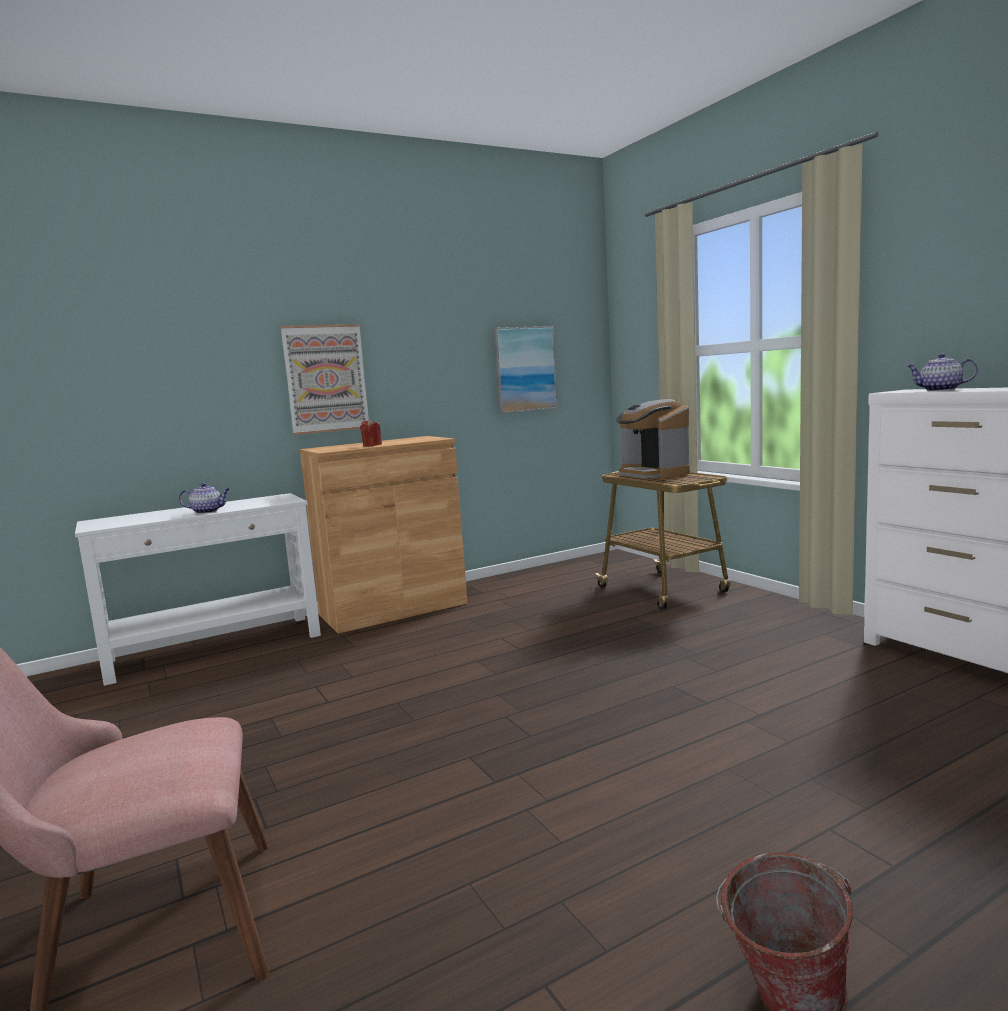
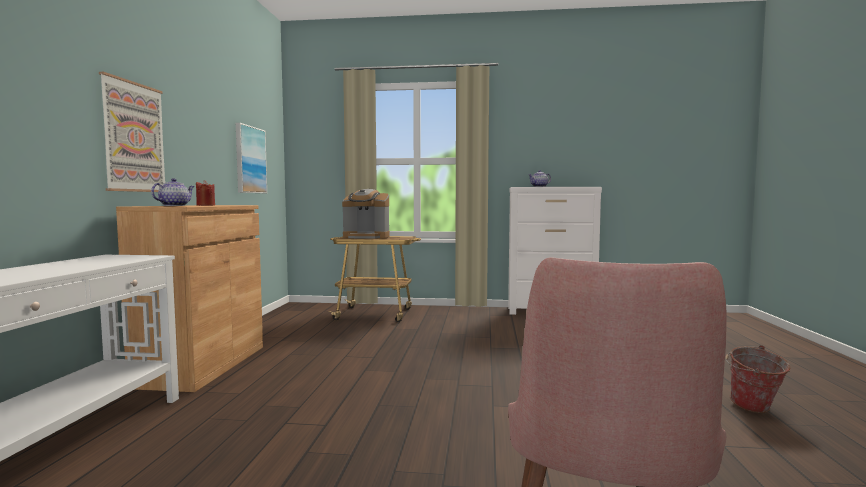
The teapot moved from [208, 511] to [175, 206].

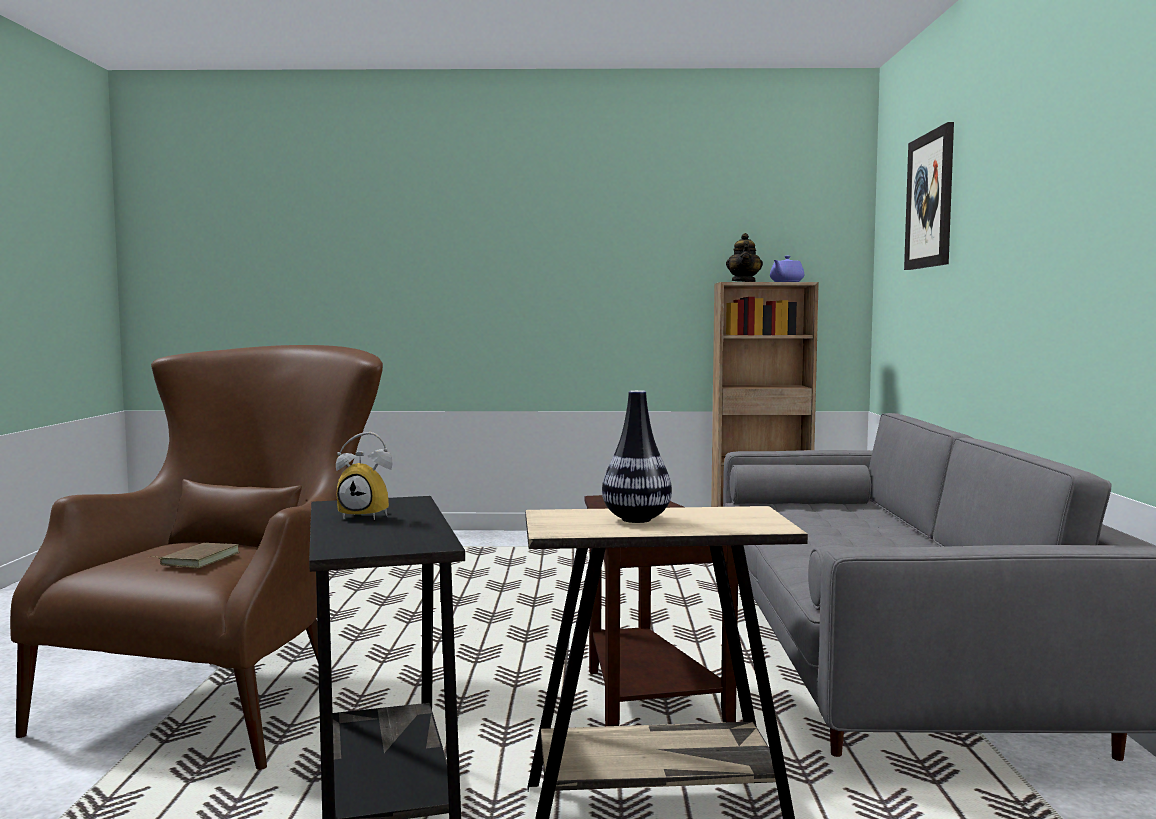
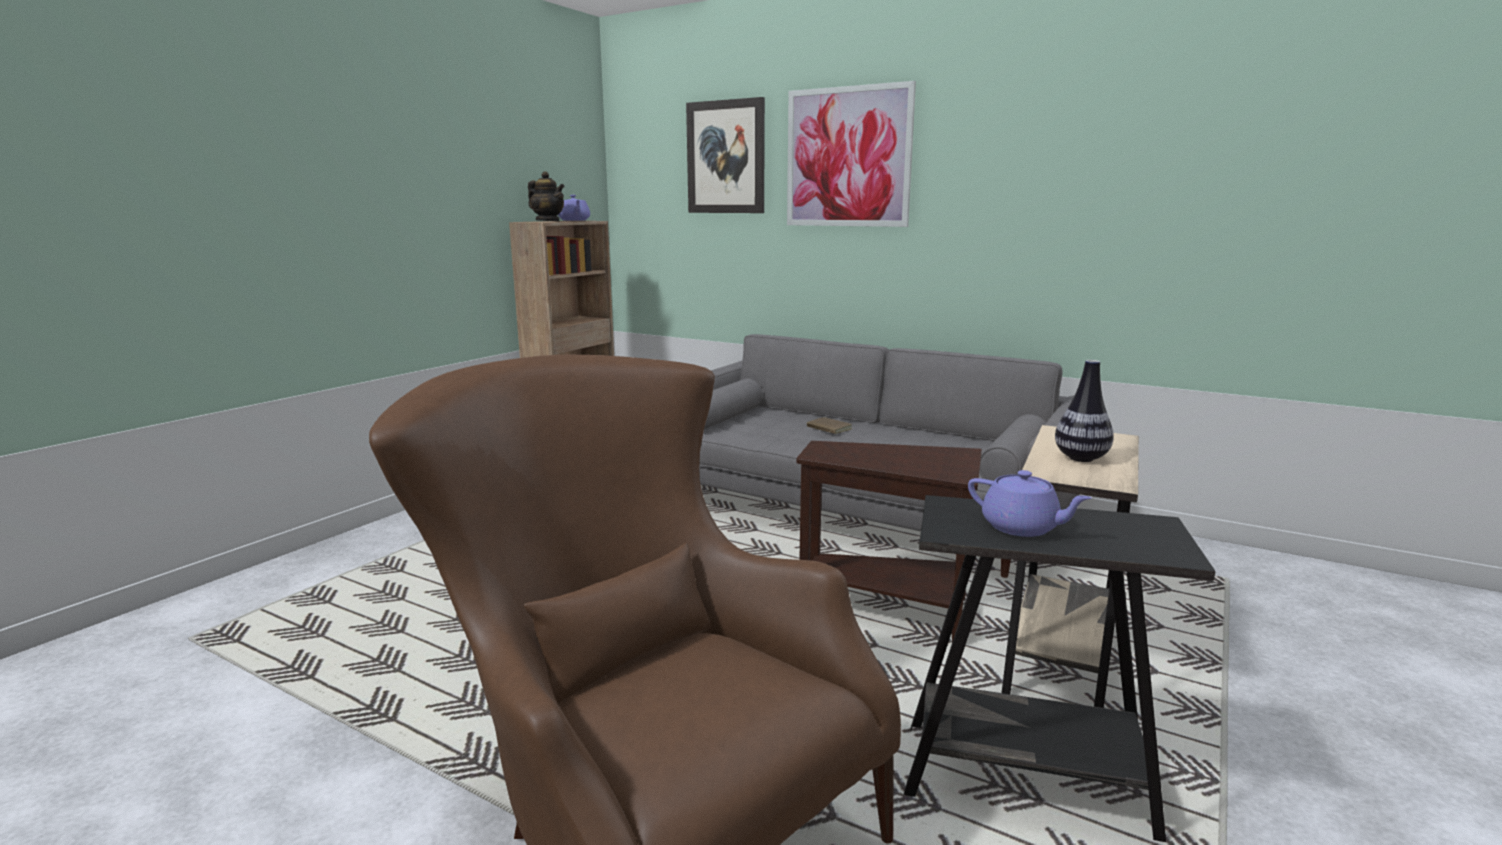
The picture at [848, 157] appeared. The brown_book moved from [198, 559] to [828, 428]. The alarm_clock at [368, 515] was replaced by the purple_teapot at [1022, 527].

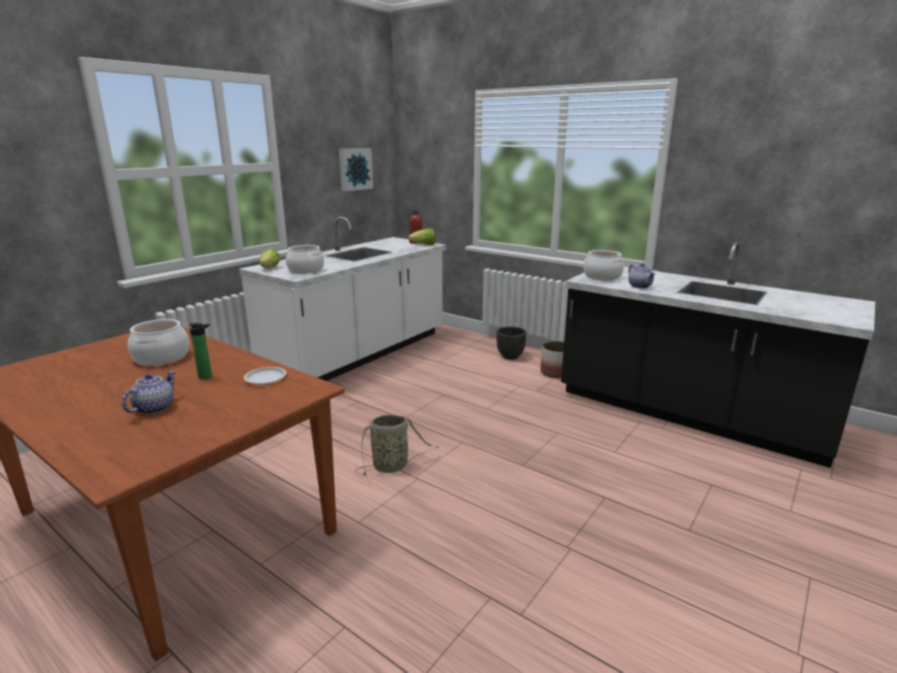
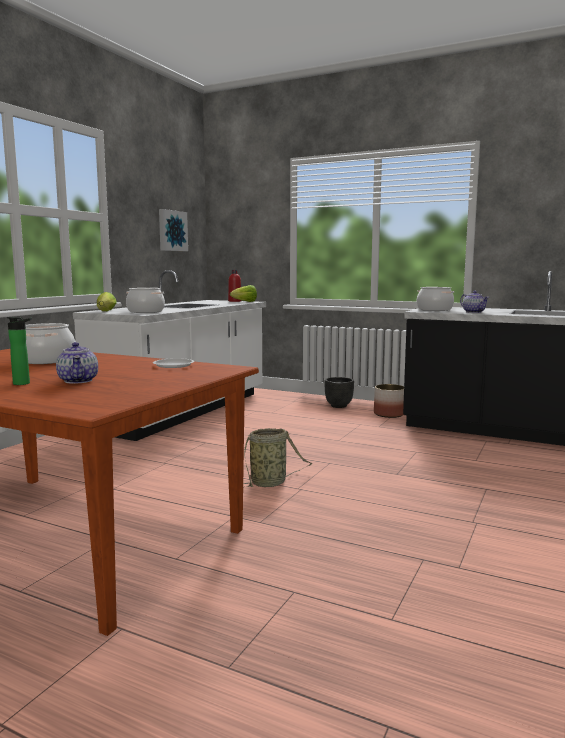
The bottle moved from [207, 376] to [24, 383]. The teapot at [154, 408] turned 150 degrees clockwise.

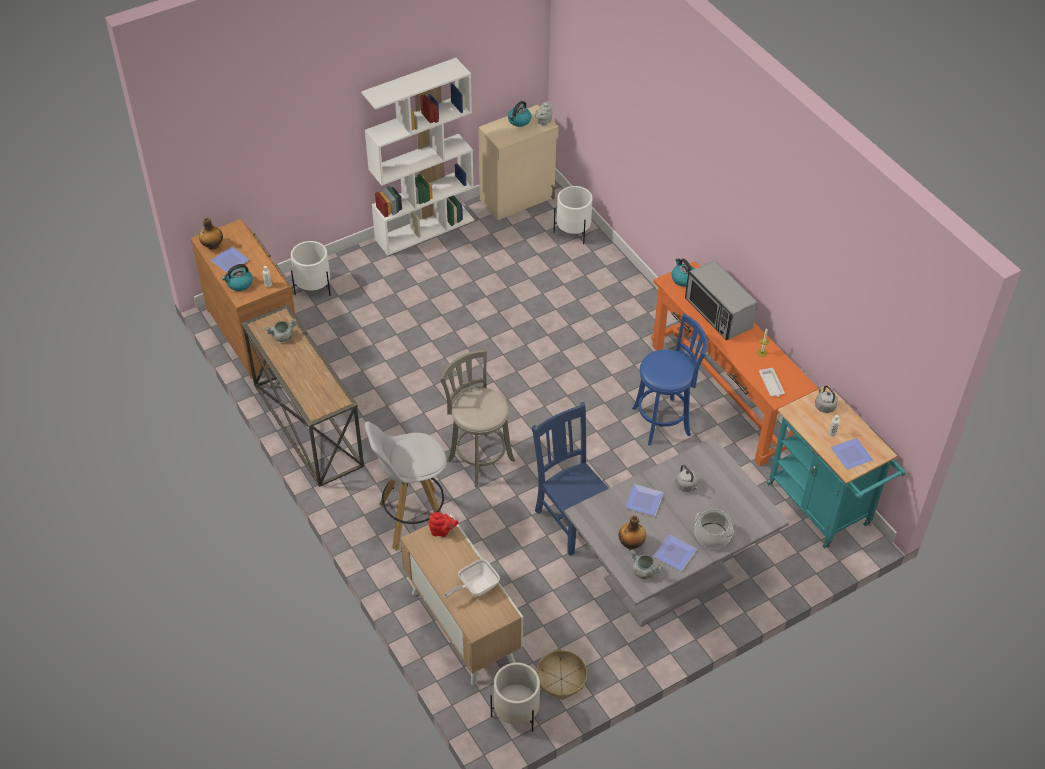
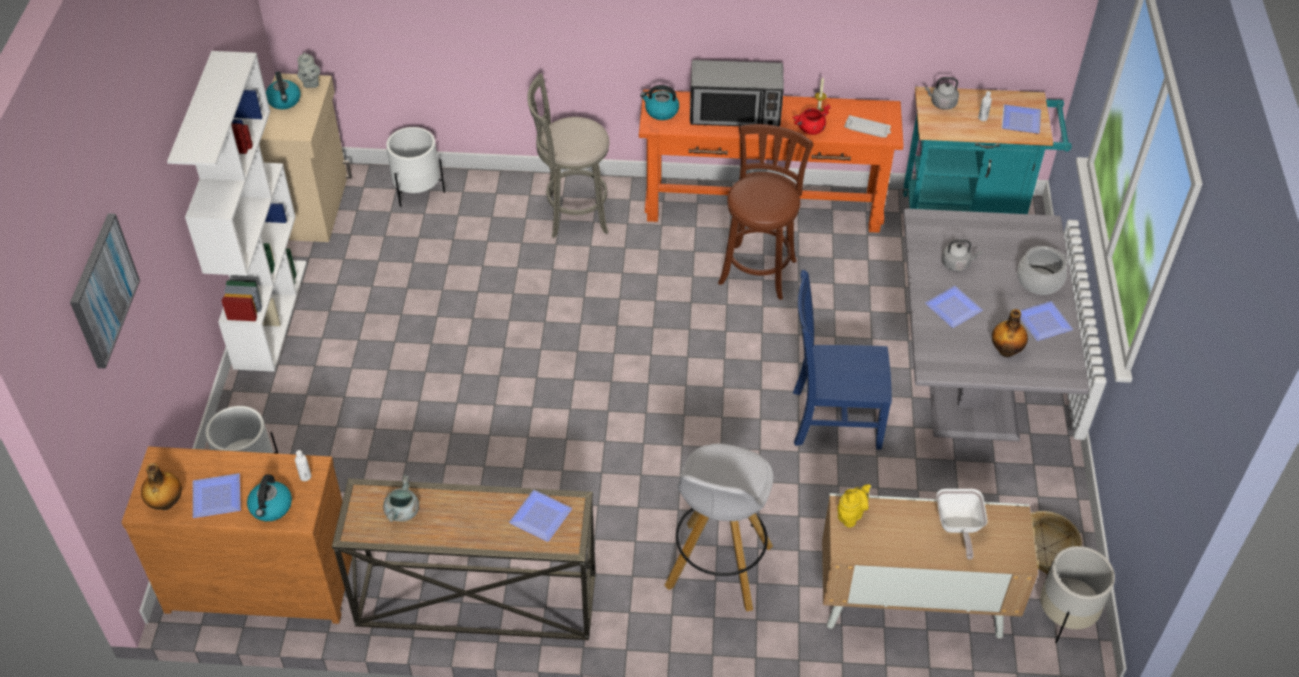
The picture at [102, 290] appeared. The plate at [543, 516] appeared. The grey_stool moved from [479, 458] to [573, 214]. The blue_stool at [664, 421] became the brown_stool at [759, 269]. The red_cooking_pot at [810, 129] appeared. The red_teapot at [442, 531] became the yellow_teapot at [851, 515]. The grey_cooking_pot at [643, 571] disappeared.

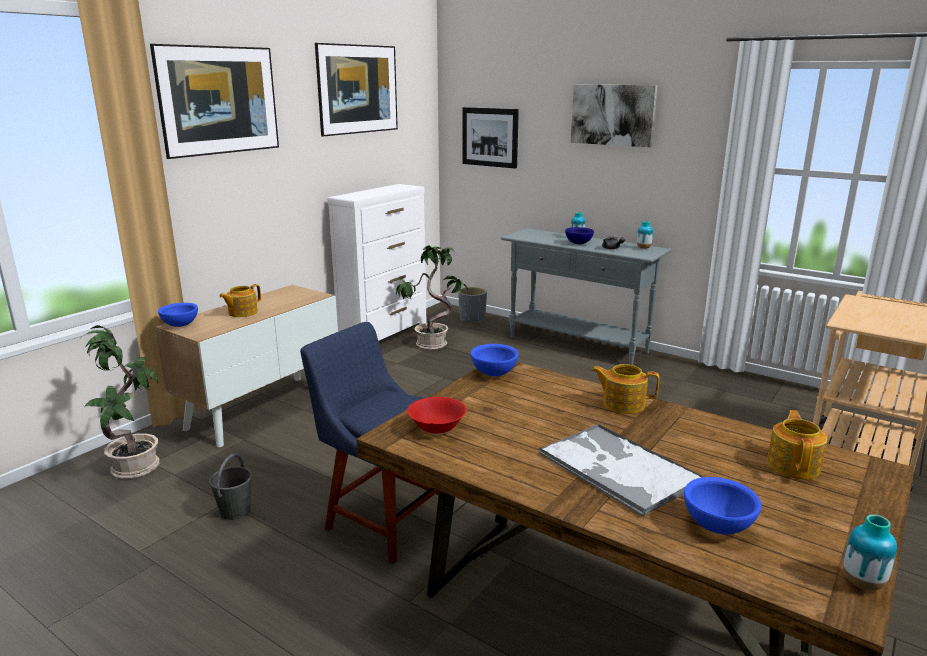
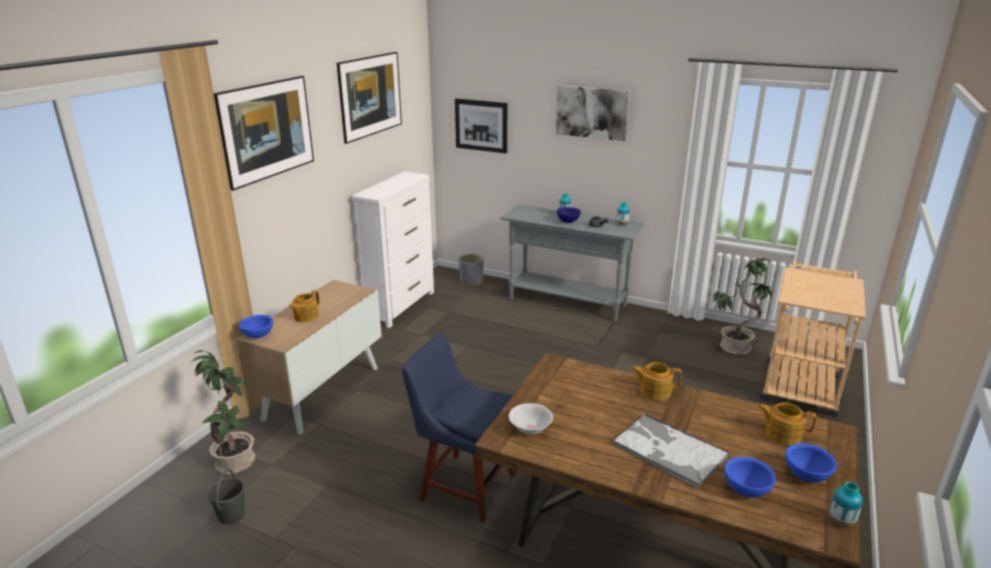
The grey_bucket moved from [235, 511] to [232, 515]. The red_bowl at [436, 429] became the white_bowl at [530, 429]. The potted_plant moved from [432, 343] to [735, 346]. The teapot at [794, 465] turned 75 degrees counterclockwise. The blue_bowl moved from [494, 373] to [807, 476].

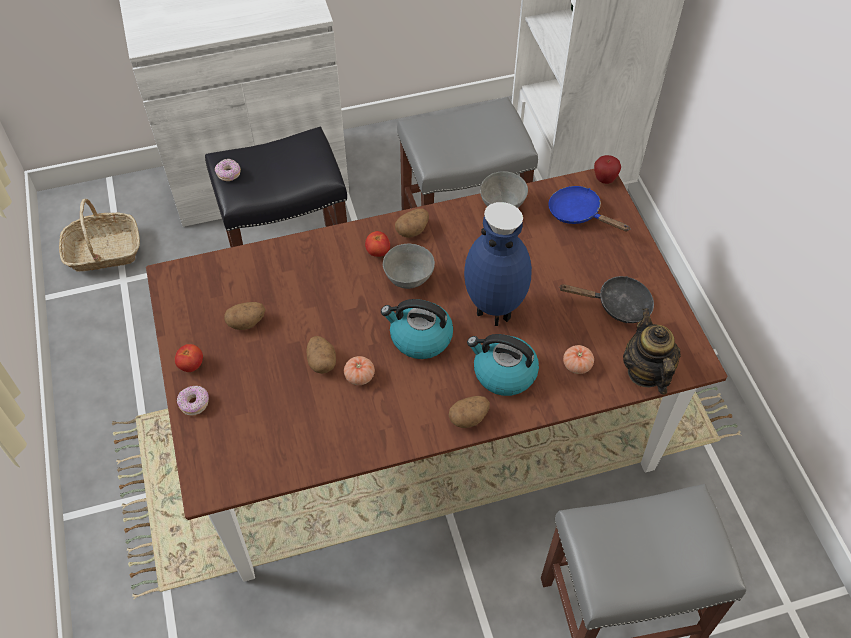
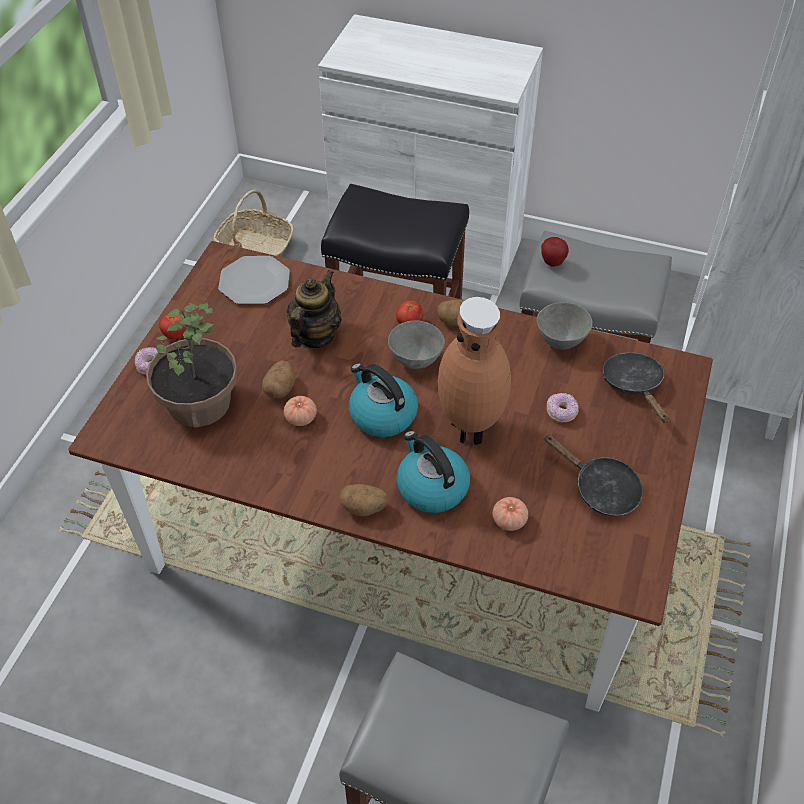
The potted_plant at [198, 403] appeared. The plate at [254, 282] appeared. The teapot moved from [646, 372] to [315, 335]. The blue_vase at [494, 311] became the brown_vase at [472, 429]. The apple moved from [604, 179] to [552, 262]. The donut moved from [229, 174] to [561, 412]. The blue_frying_pan at [578, 214] became the black_frying_pan at [634, 385]. The potato at [247, 322] disappeared.

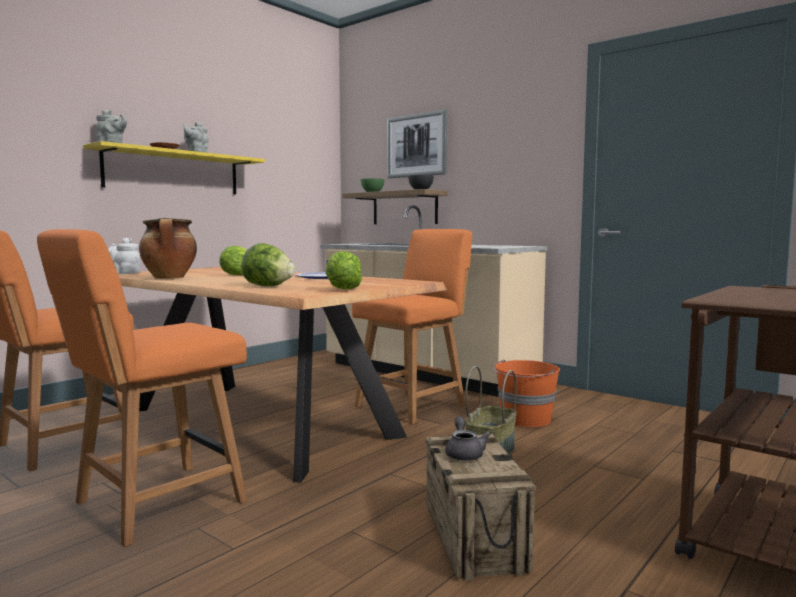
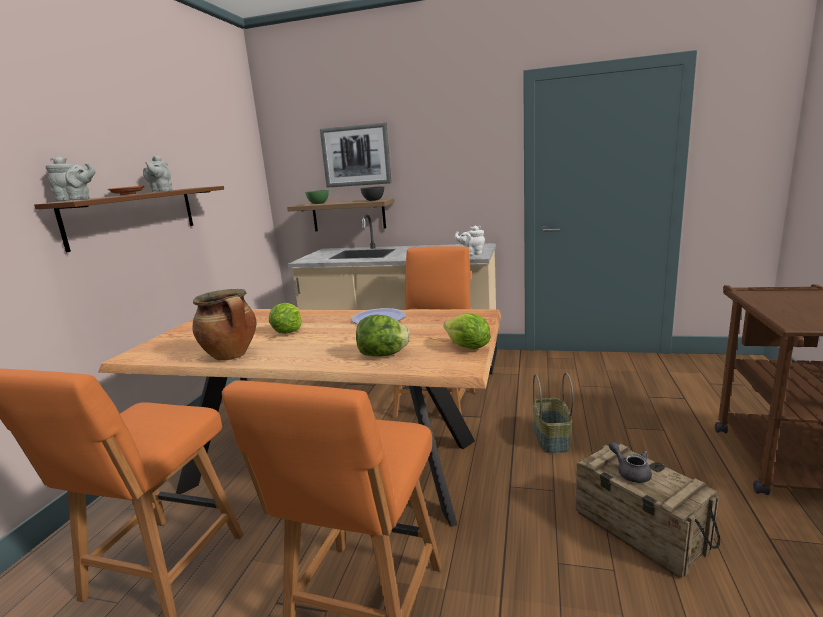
The yellow_shelf at [173, 172] became the brown_shelf at [134, 216]. The white_teapot moved from [125, 273] to [472, 254]. The orange_bucket at [525, 419] disappeared.

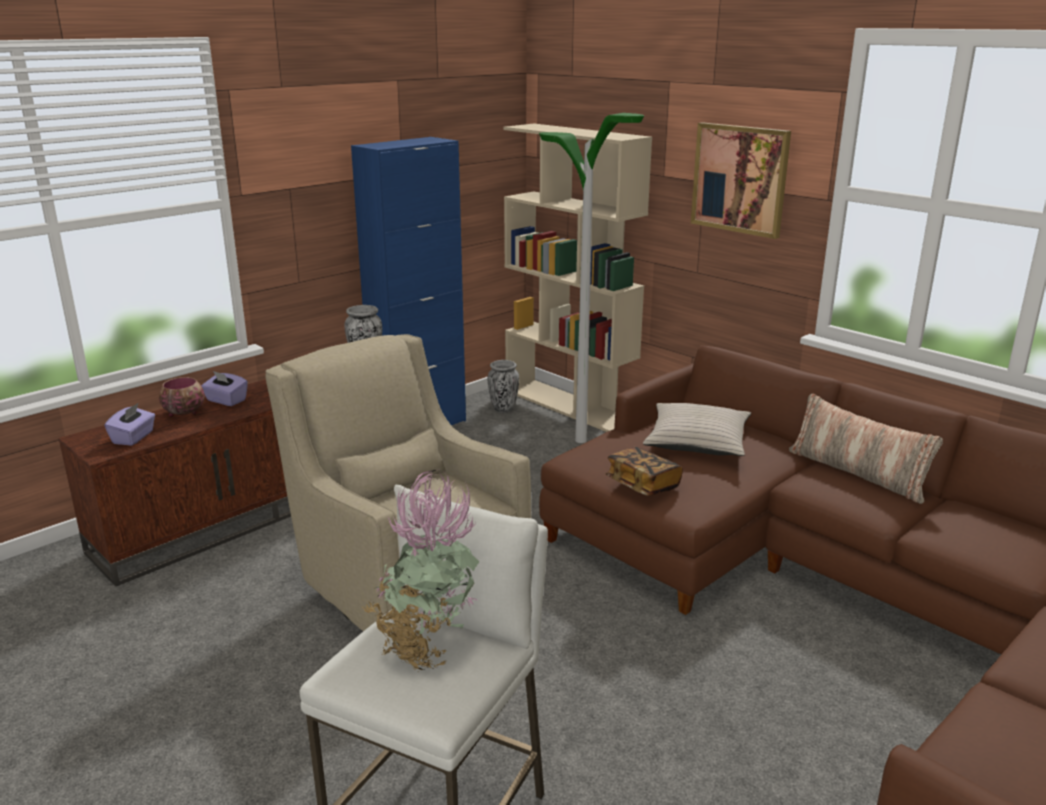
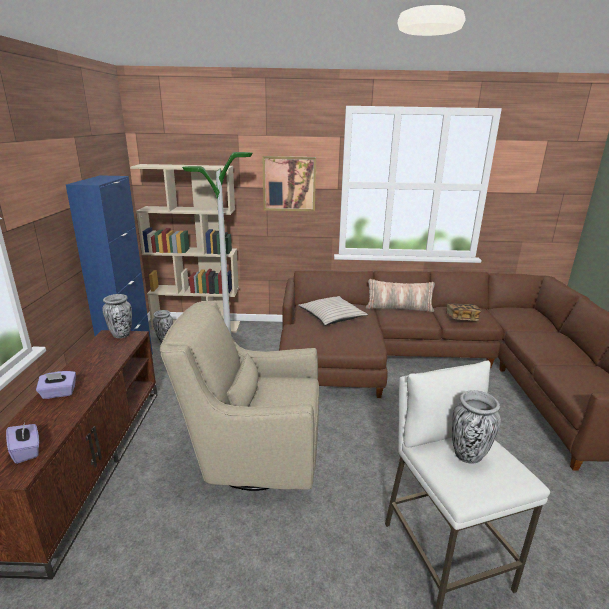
The book moved from [642, 485] to [462, 318]. The potted_plant at [426, 648] was replaced by the vase at [468, 455]. The bowl at [184, 413] disappeared.

